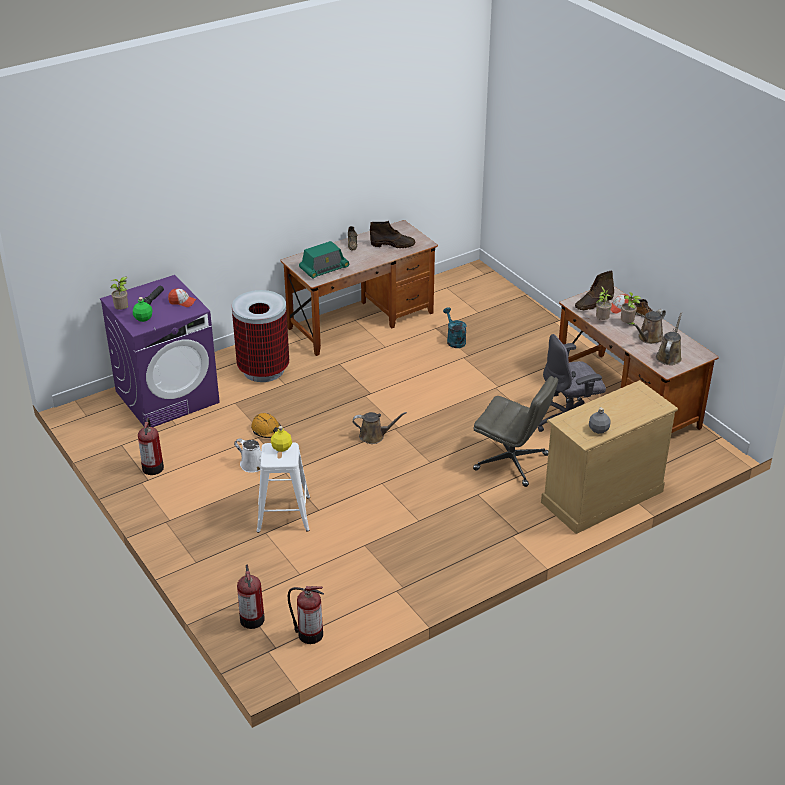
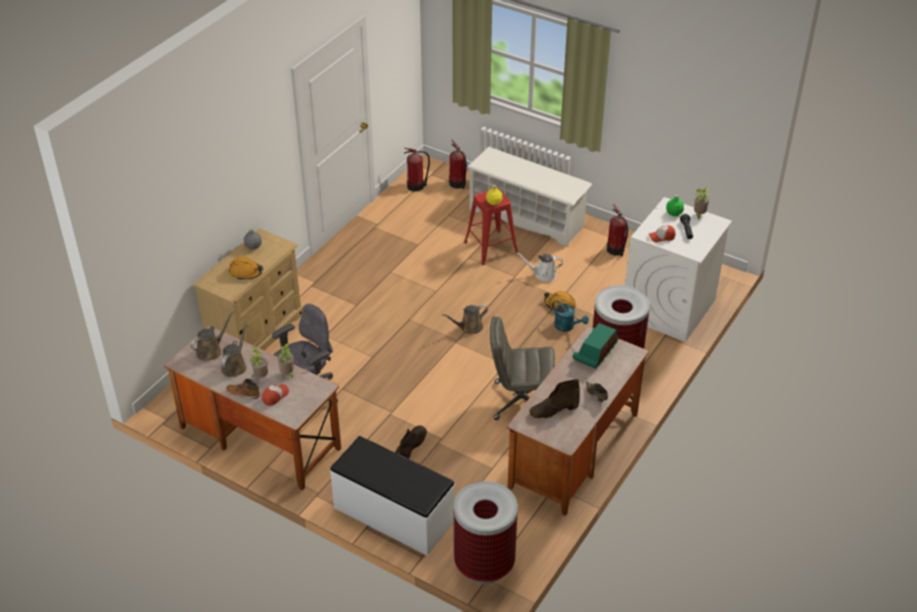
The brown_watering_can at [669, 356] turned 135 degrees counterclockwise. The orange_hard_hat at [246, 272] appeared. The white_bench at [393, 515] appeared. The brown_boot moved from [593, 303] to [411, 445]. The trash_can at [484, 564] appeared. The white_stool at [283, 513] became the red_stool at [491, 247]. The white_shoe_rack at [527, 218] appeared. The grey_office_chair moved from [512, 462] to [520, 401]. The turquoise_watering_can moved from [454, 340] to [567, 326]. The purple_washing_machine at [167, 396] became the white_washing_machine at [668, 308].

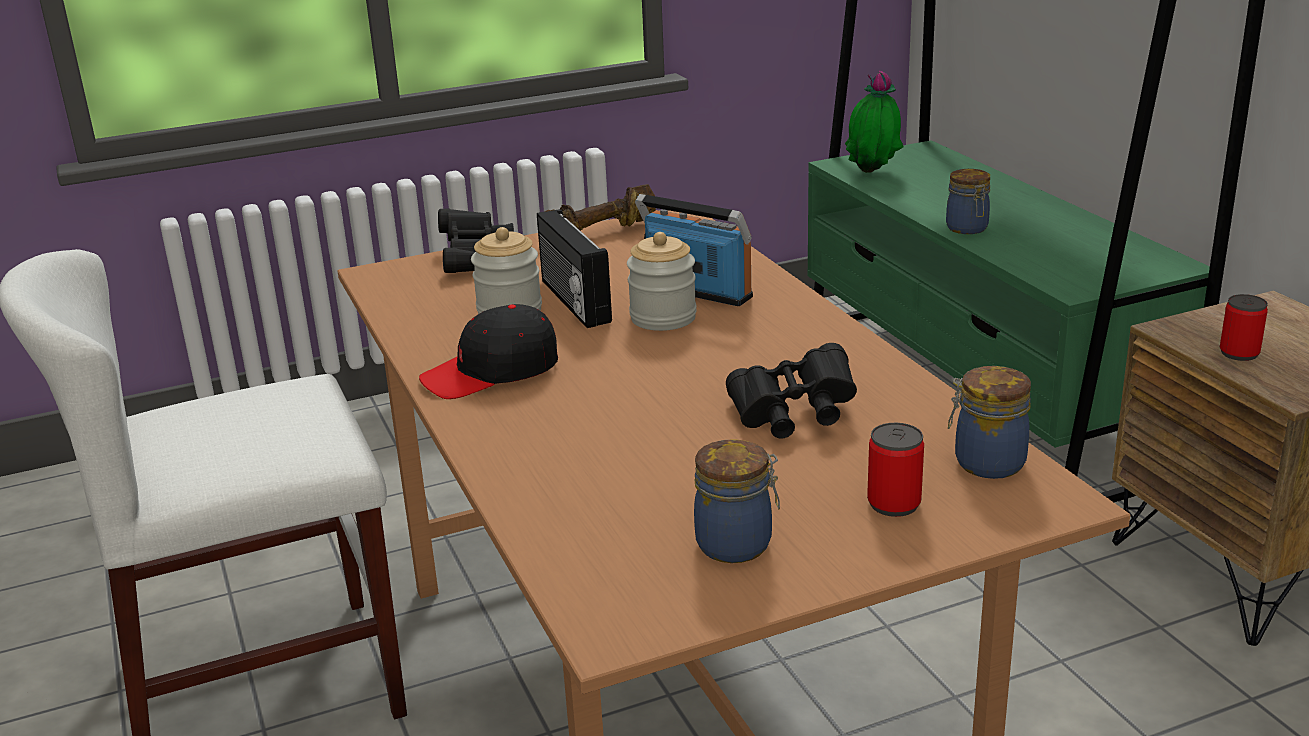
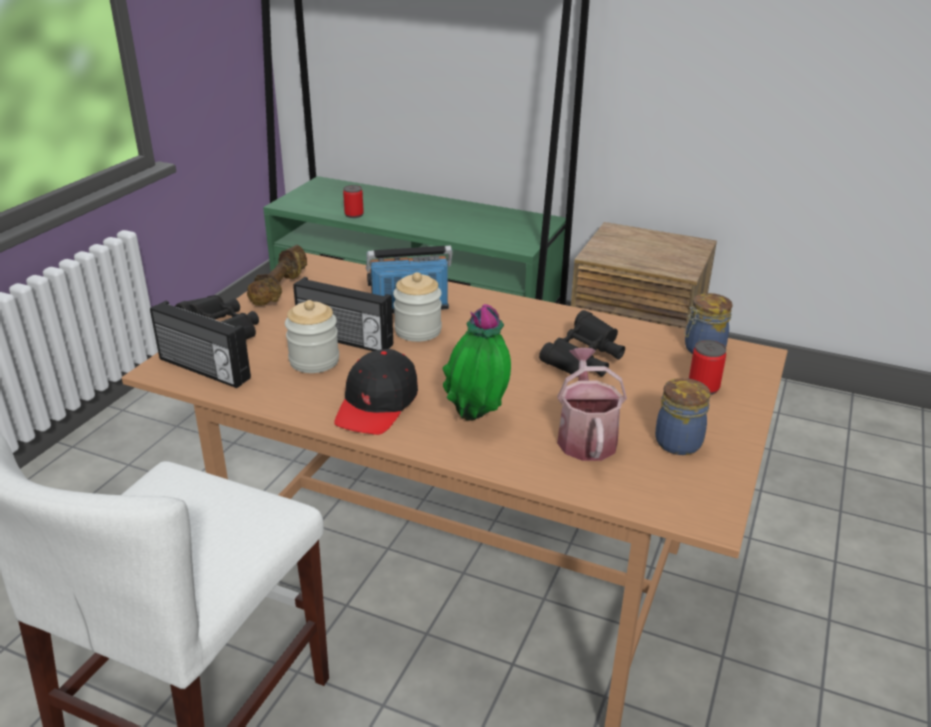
The radio at [203, 369] appeared. The can moved from [1239, 353] to [354, 215]. The potted_plant moved from [872, 174] to [477, 419]. The watering_can at [585, 436] appeared. The jar at [967, 229] disappeared.

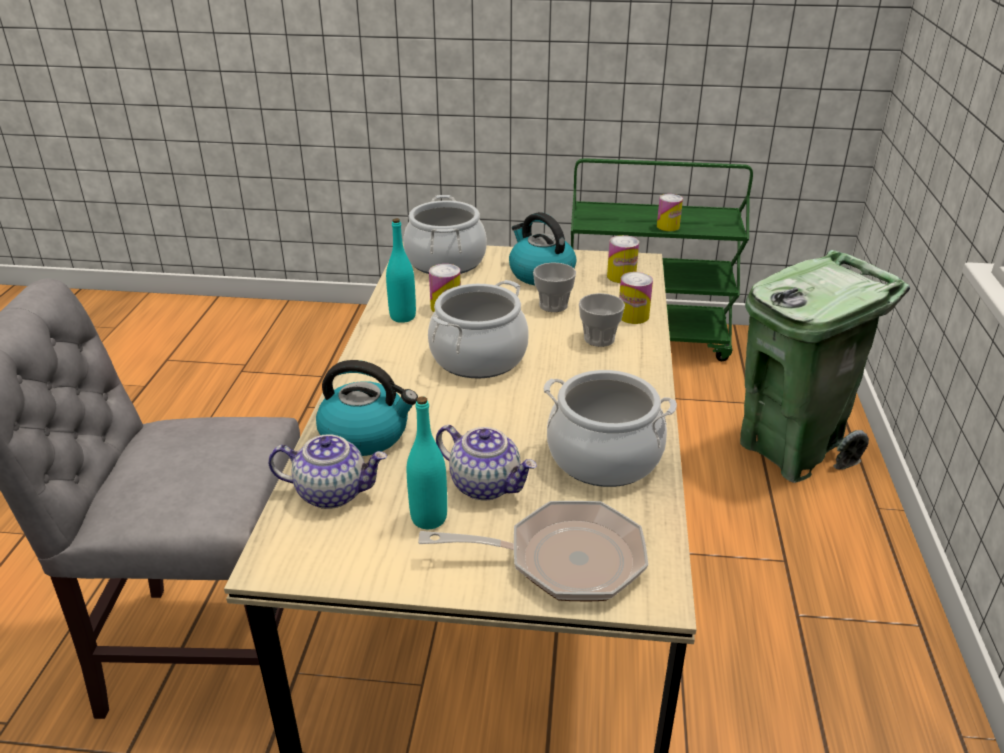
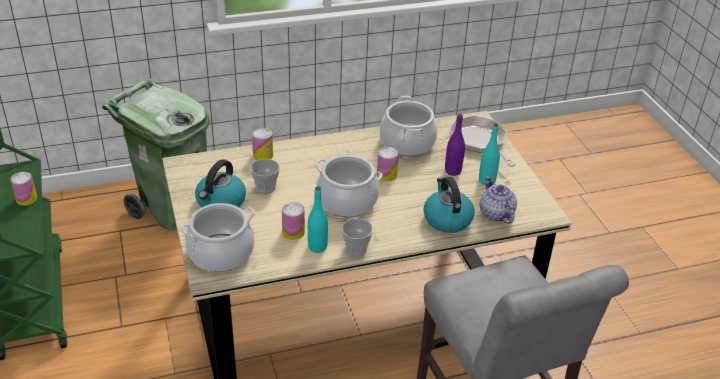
The cup moved from [599, 339] to [356, 249]. The can moved from [621, 276] to [386, 174]. The teapot at [486, 485] was replaced by the purple_bottle at [453, 171].

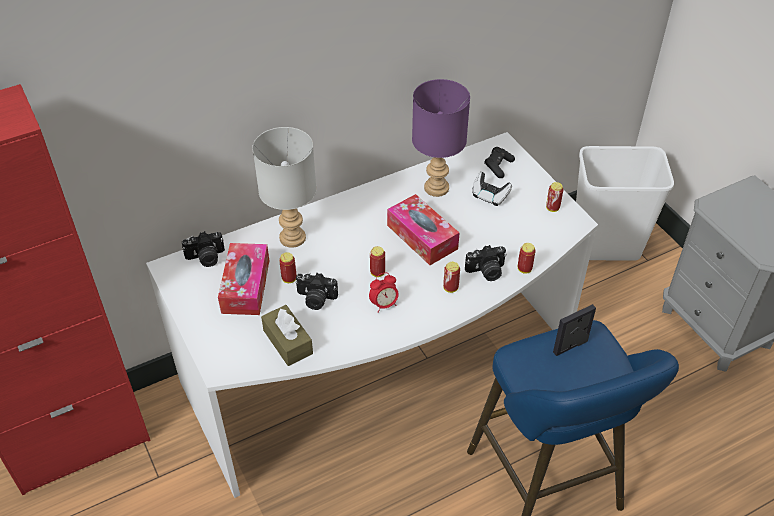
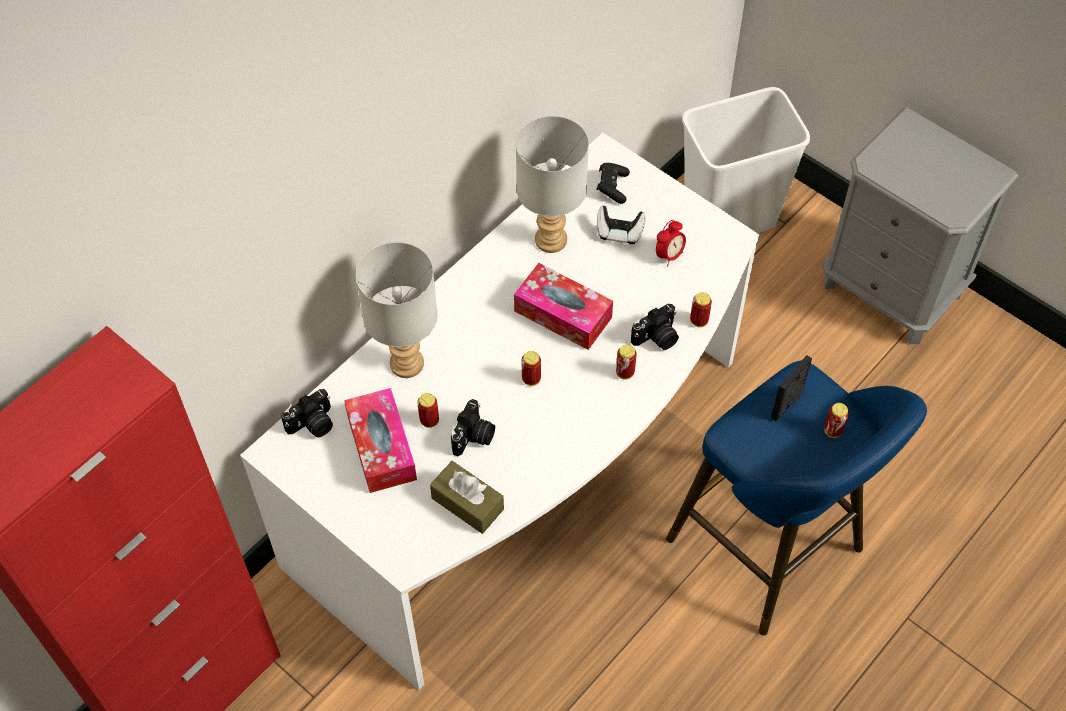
The photo_camera at [315, 299] turned 60 degrees counterclockwise. The purple_table_lamp at [437, 188] became the grey_table_lamp at [552, 240]. The alarm_clock moved from [384, 305] to [669, 255]. The can moved from [552, 208] to [832, 430].

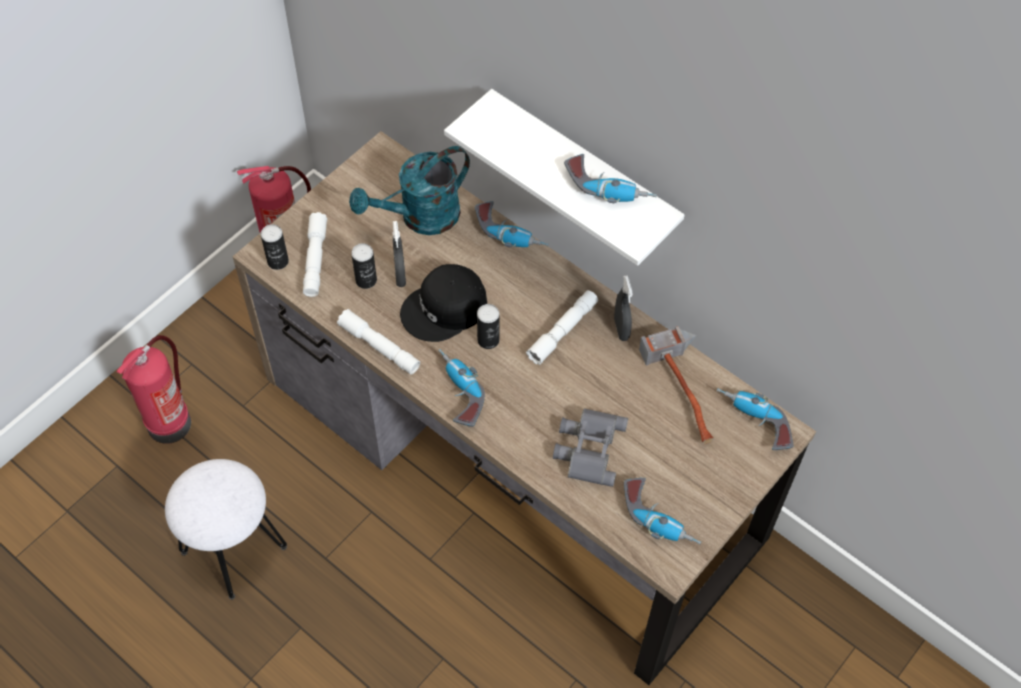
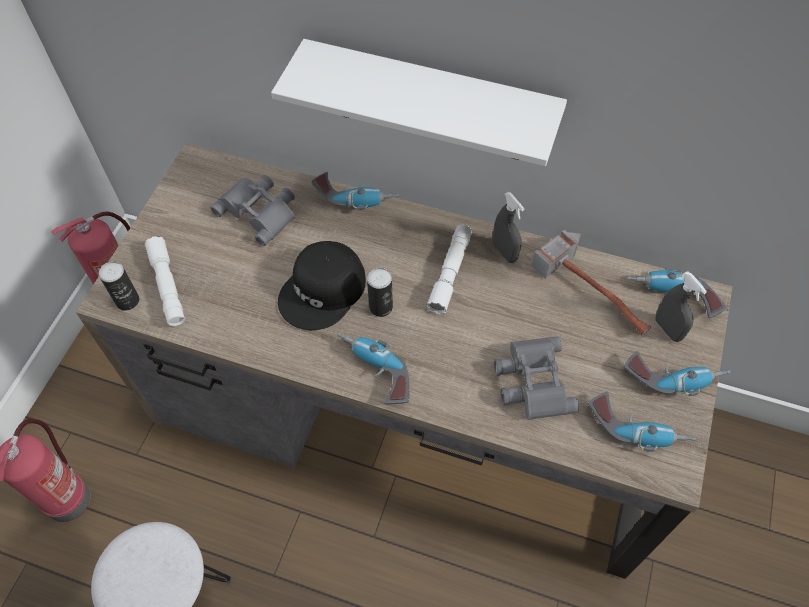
The turquoise_watering_can at [420, 218] was replaced by the grey_binoculars at [260, 211]. The power_drill moved from [608, 188] to [673, 376]. The grey_spray_bottle moved from [400, 275] to [667, 329]. The white_flashlight at [379, 347] disappeared. The can at [366, 280] disappeared.

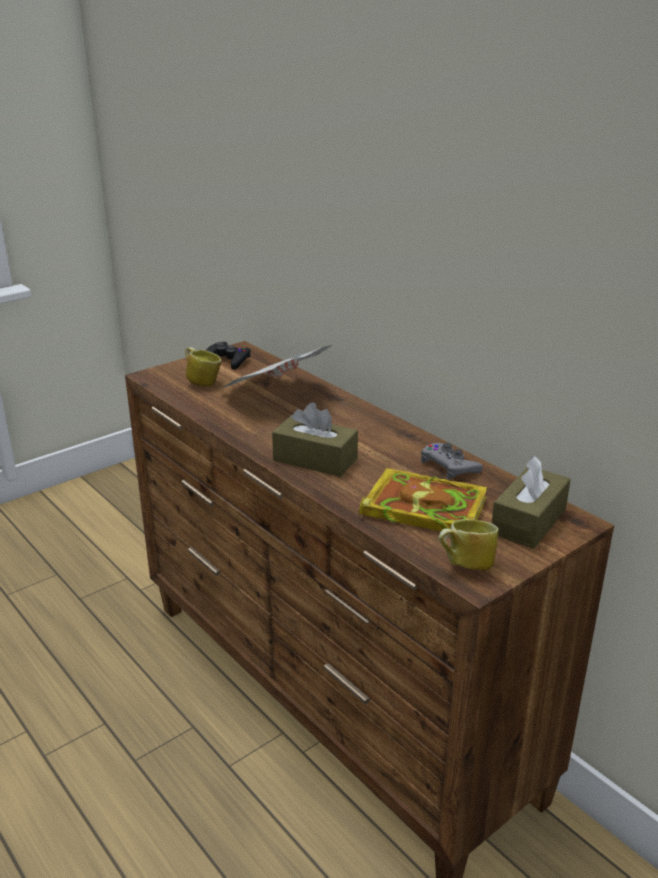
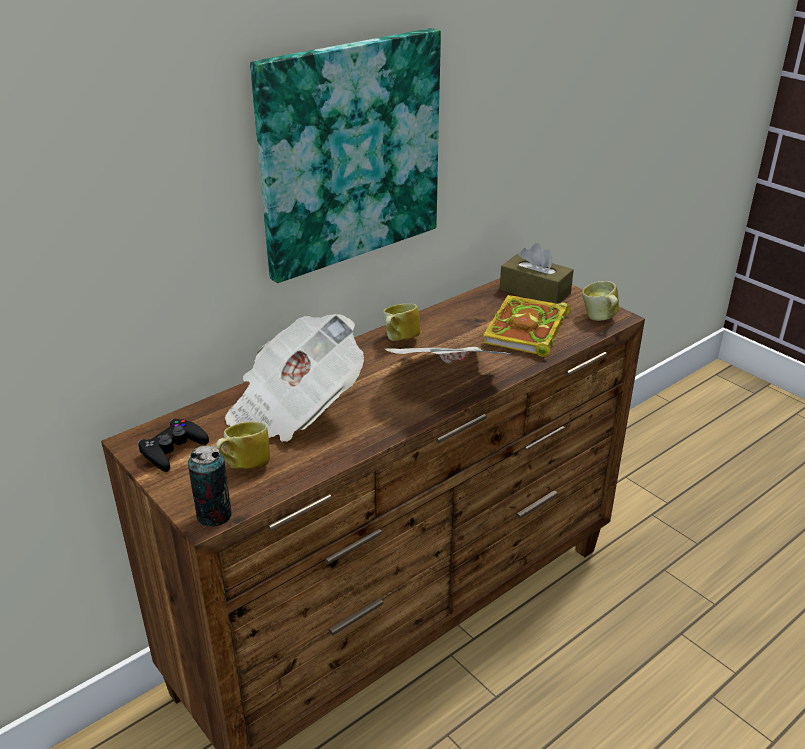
The can at [214, 515] appeared. The picture at [349, 153] appeared. The mug at [399, 340] appeared. The brown_tissue_box at [315, 459] was replaced by the newspaper at [449, 380]. The grey_game_controller at [449, 466] disappeared.

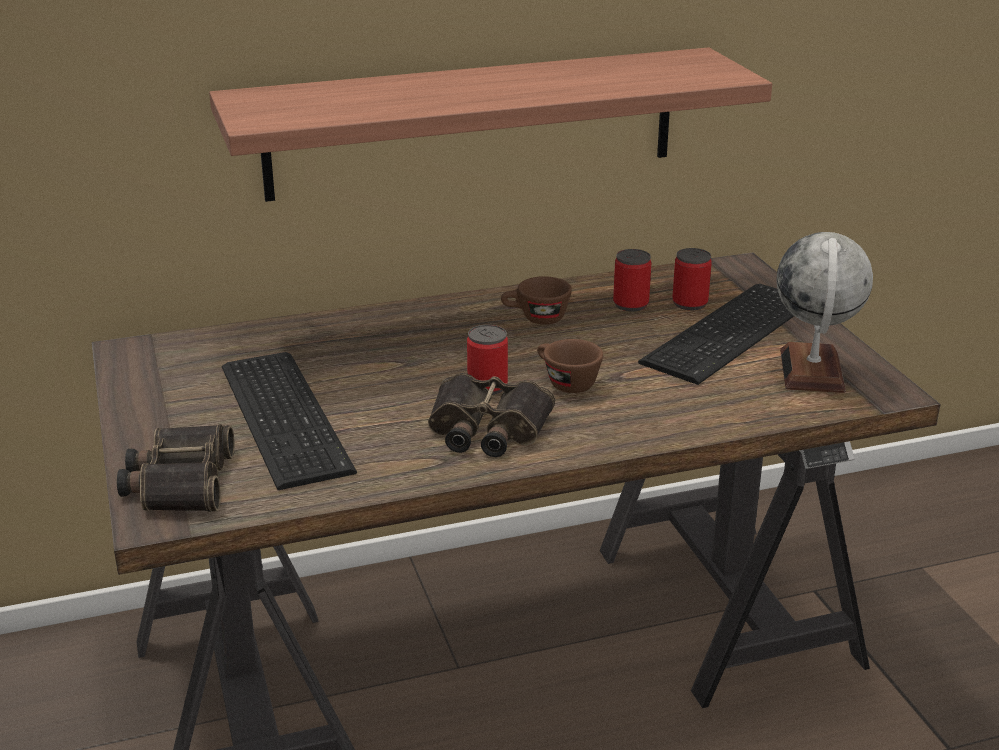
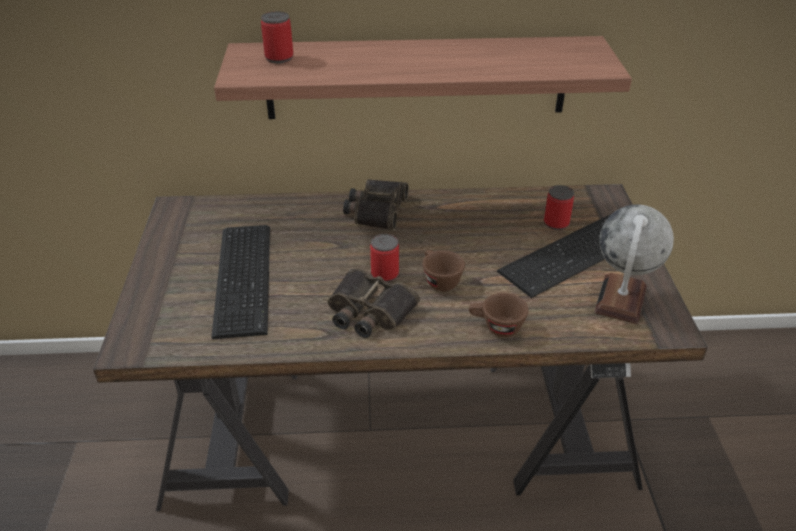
The can moved from [630, 304] to [279, 58]. The binoculars moved from [179, 482] to [376, 210]. The brown_cup moved from [535, 318] to [496, 327].

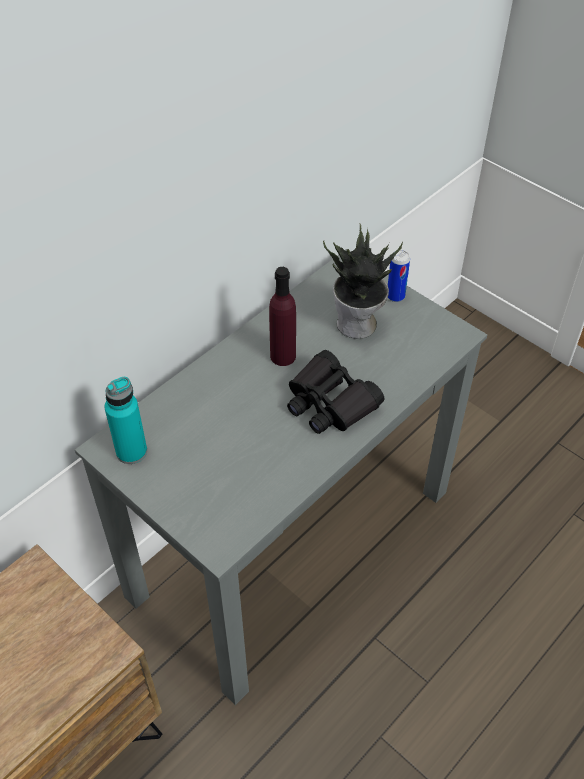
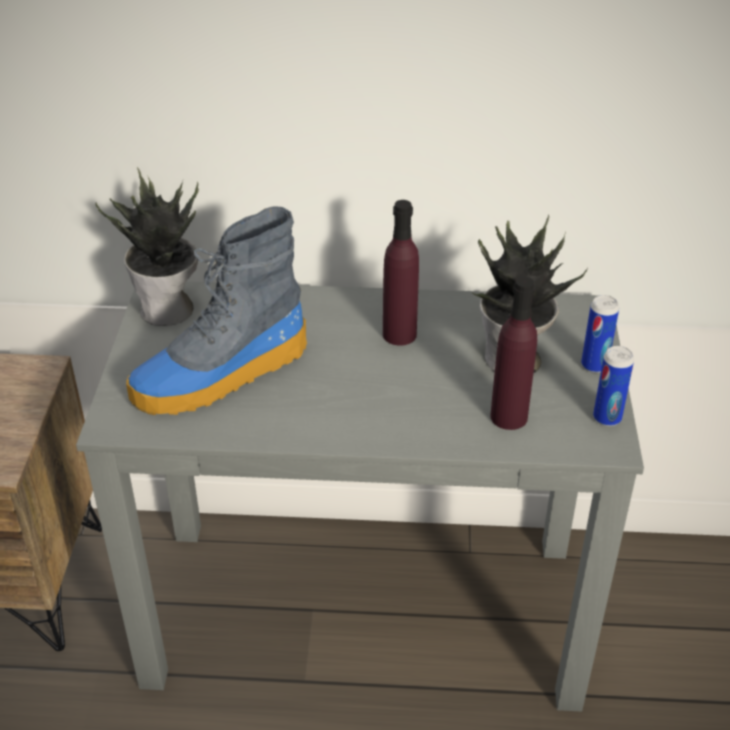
The turquoise_bottle at [131, 451] was replaced by the potted_plant at [169, 310]. The boot at [221, 376] appeared. The purple_bottle at [508, 417] appeared. The can at [607, 418] appeared. The black_binoculars at [330, 403] disappeared.

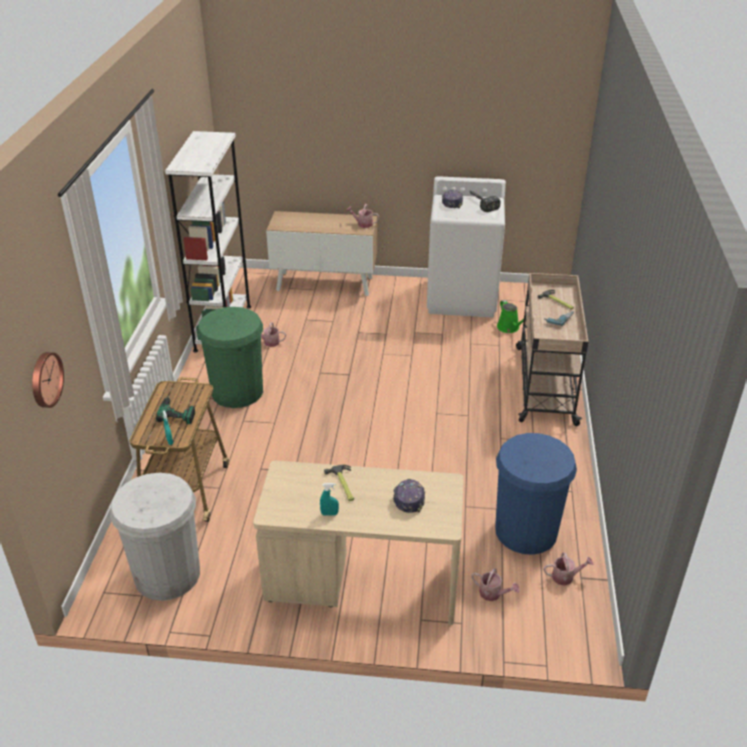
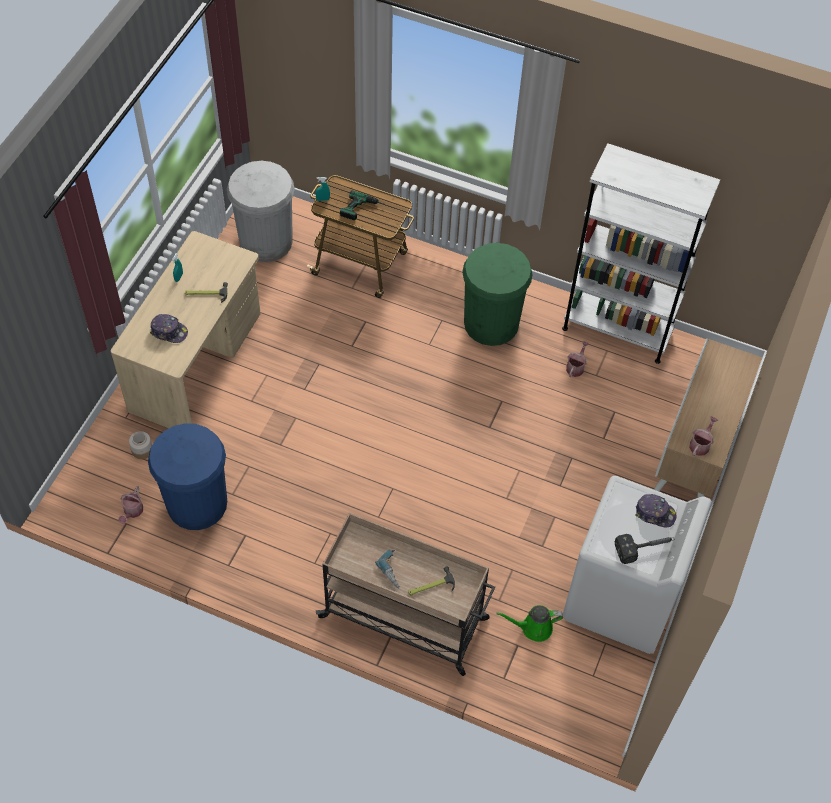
The watering_can at [493, 594] was replaced by the jar at [142, 450]. The wall_clock at [45, 379] disappeared.

